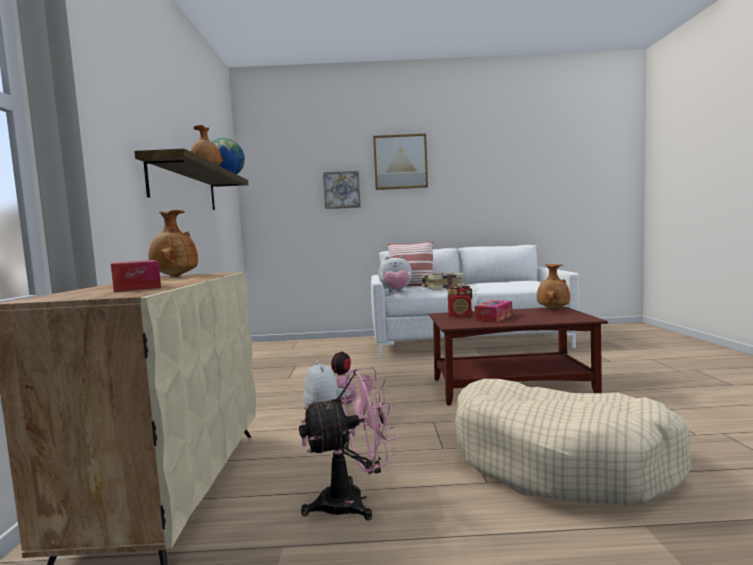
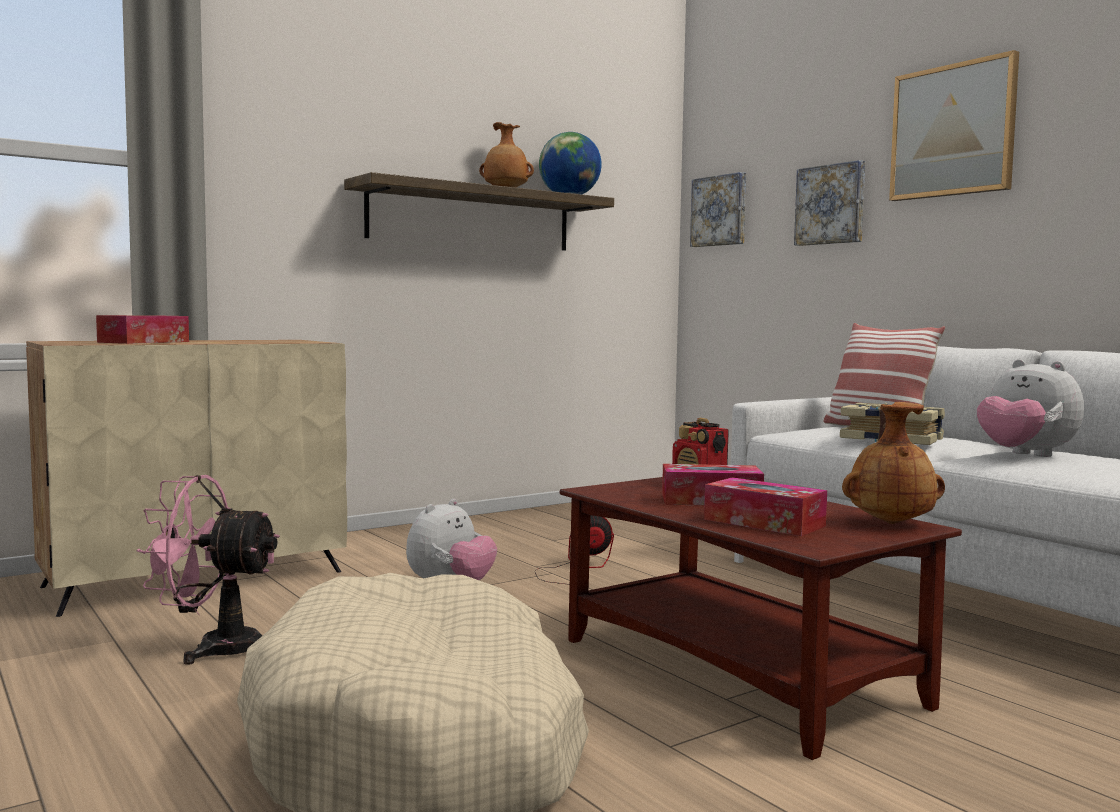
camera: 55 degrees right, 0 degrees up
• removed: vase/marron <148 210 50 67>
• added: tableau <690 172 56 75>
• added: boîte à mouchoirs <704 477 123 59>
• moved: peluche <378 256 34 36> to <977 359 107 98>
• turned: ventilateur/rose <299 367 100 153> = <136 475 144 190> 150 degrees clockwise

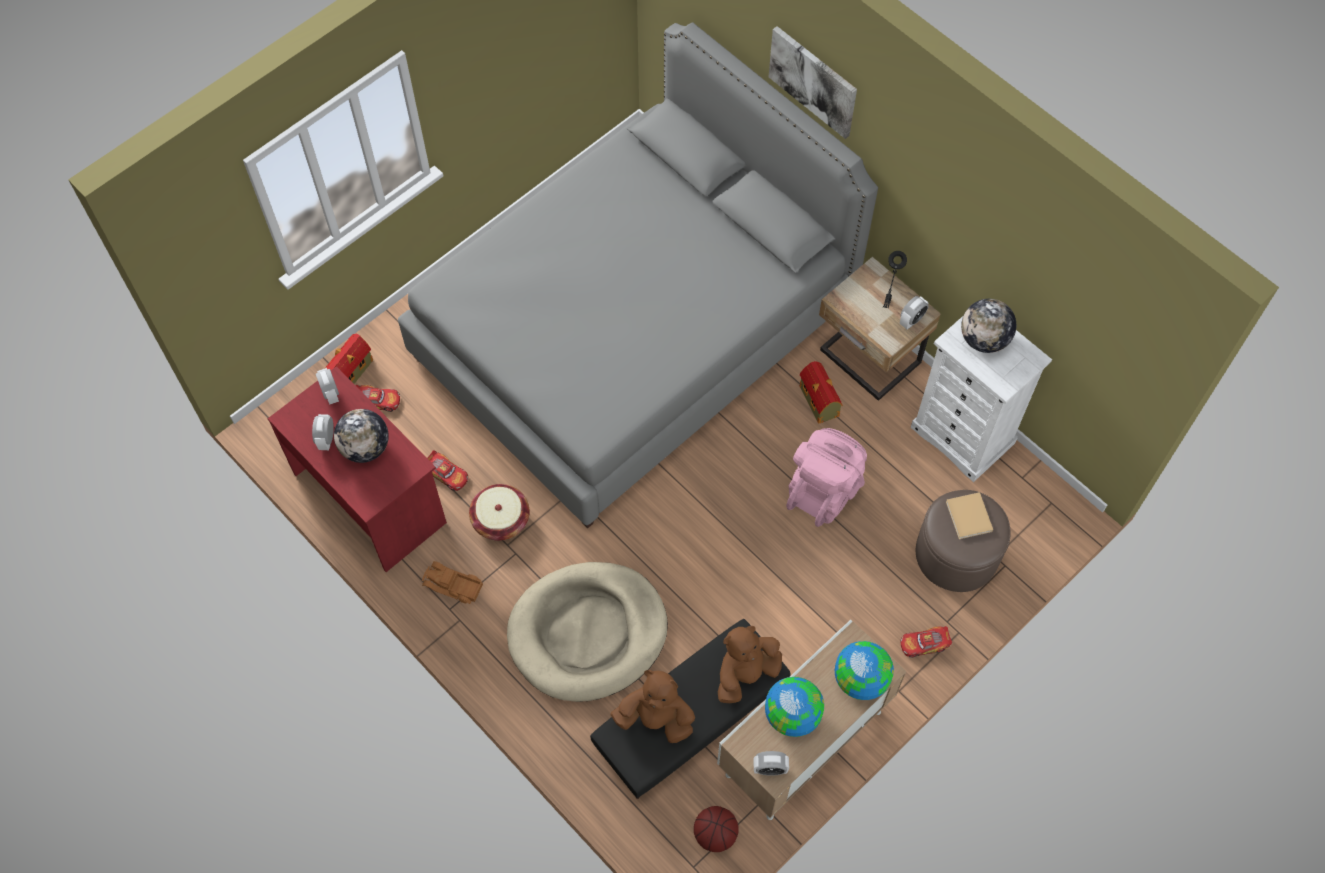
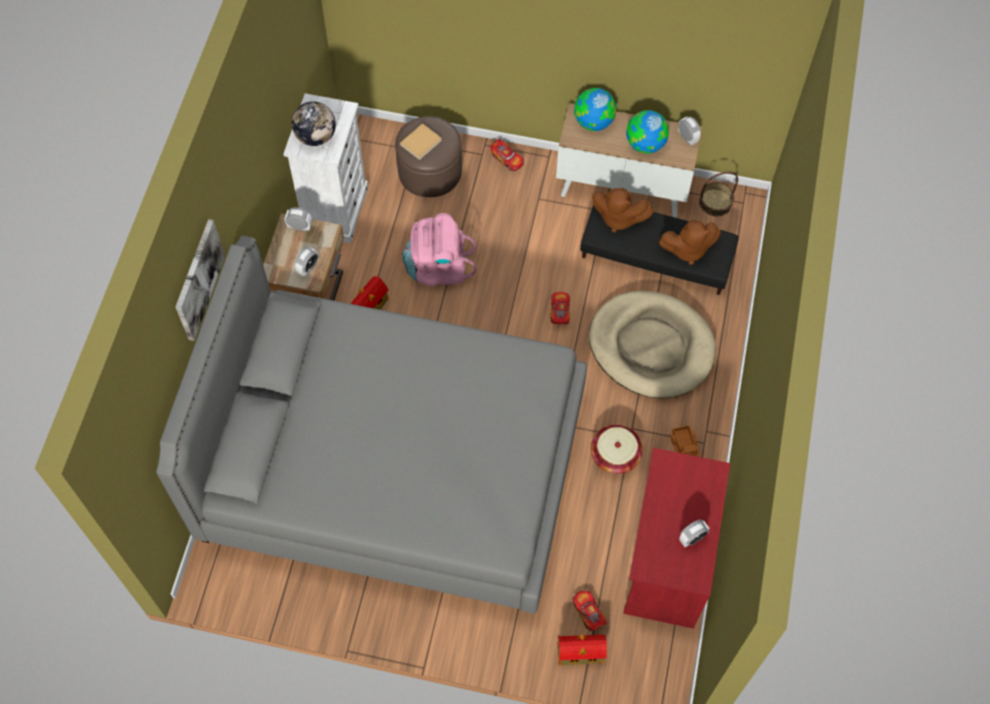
camera: 125 degrees left, 0 degrees up
• removed: globe <334 409 55 54>
• removed: lampe de table/noir <883 251 24 57>
• moved: réveil <316 368 23 36> to <295 247 23 30>
• moved: petite voiture <427 450 41 41> to <550 292 20 32>
• replaced: ballon de basket <694 806 45 46> to panier <699 172 39 44>
• turned: peluche/marron <610 670 85 73> = <658 220 63 45> 75 degrees counterclockwise

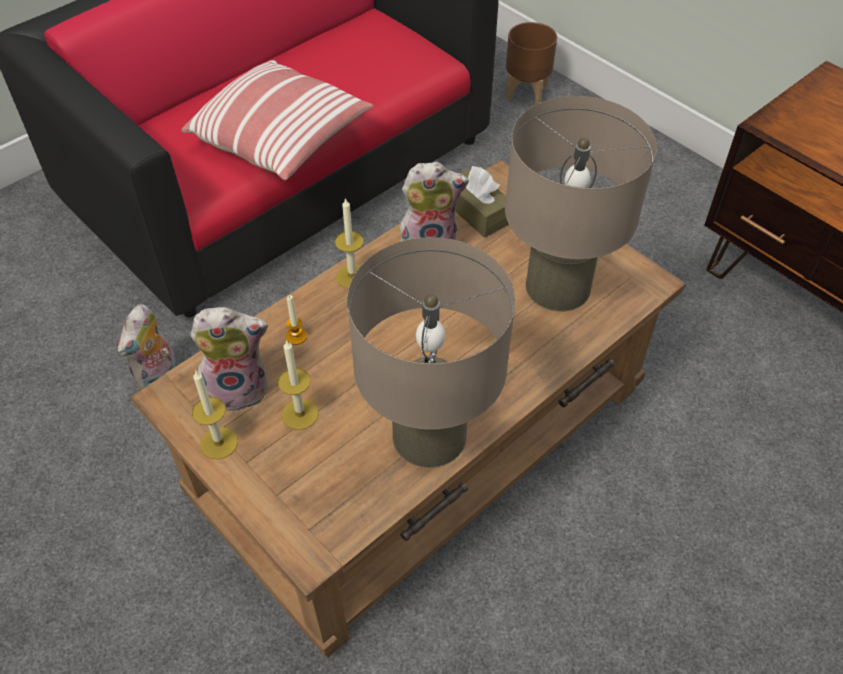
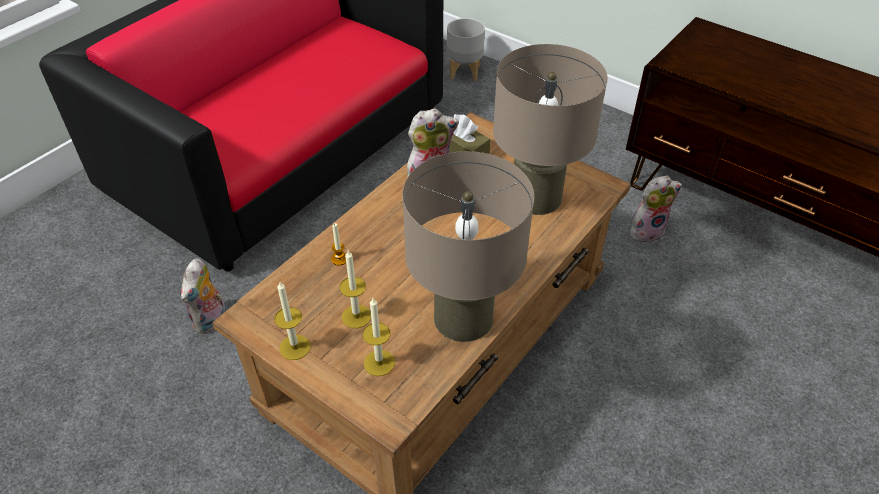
camera: 10 degrees left, 5 degrees down
• removed: coussin <181 60 193 120>
• moved: peluche <190 307 78 106> to <630 176 52 66>
• moved: bougie <335 197 29 91> to <363 298 32 78>
• recoloured: cache-pot/marron <506 22 51 82> to cache-pot/gris <447 18 38 63>

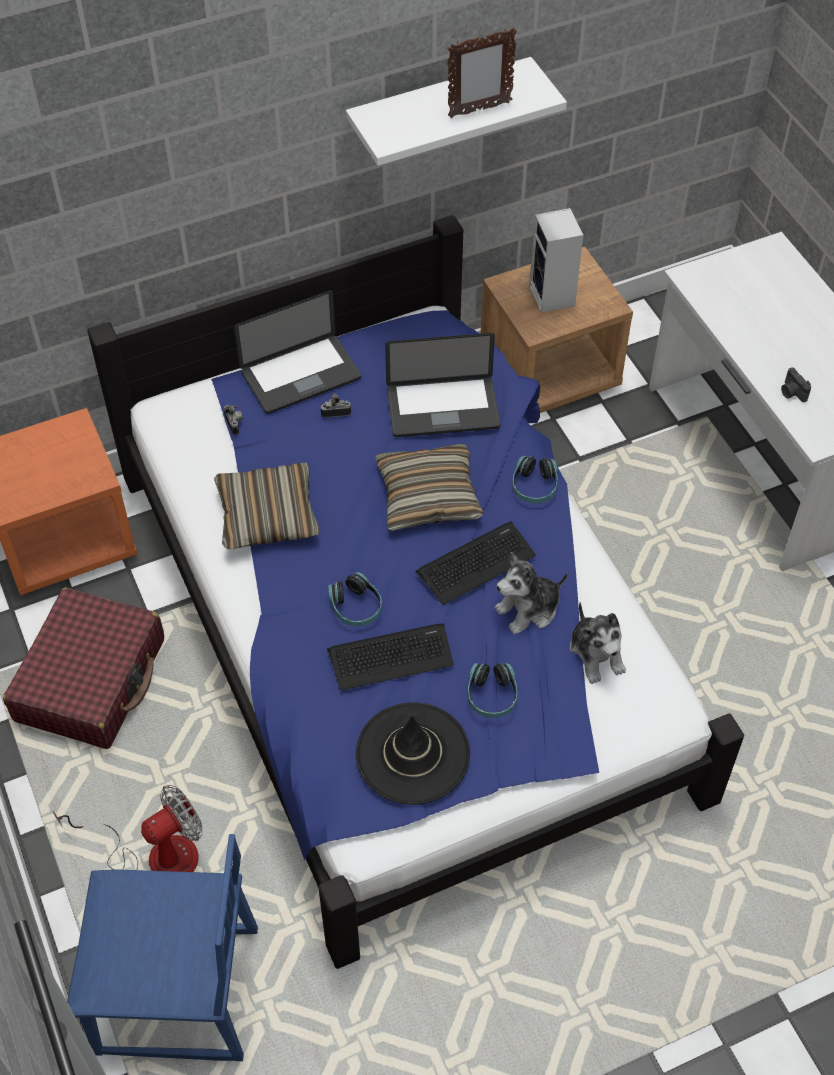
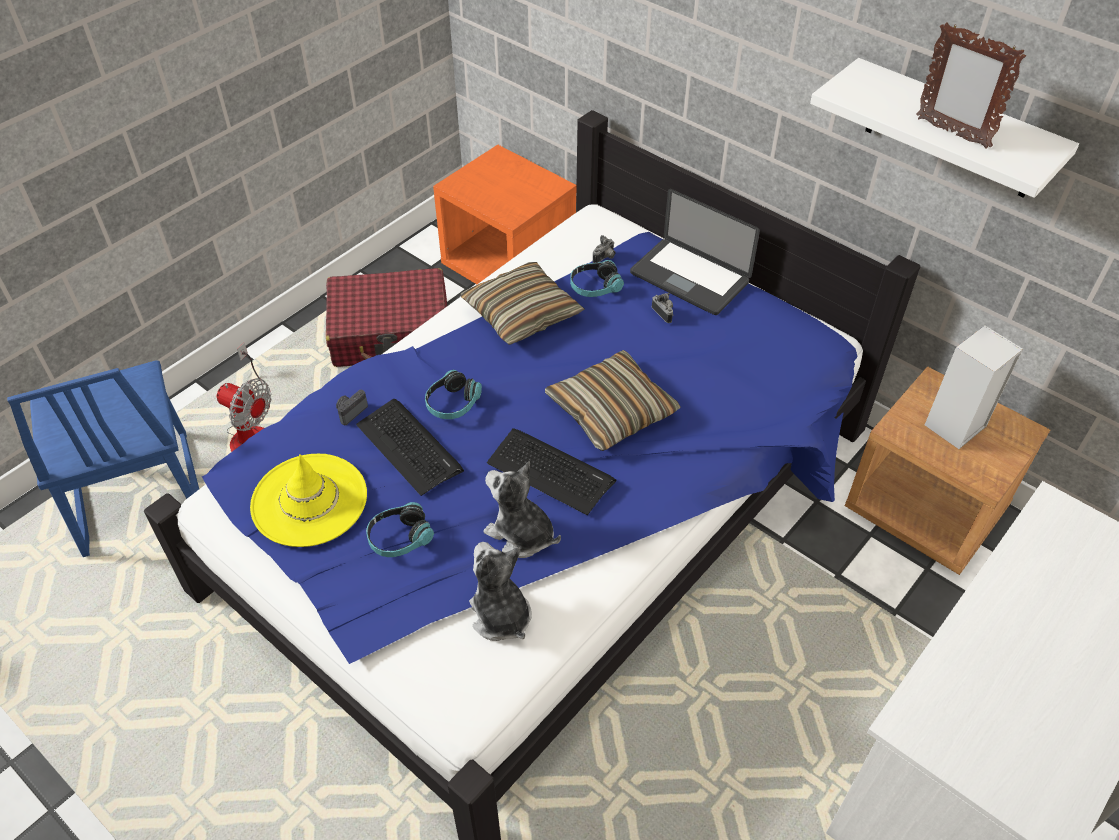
camera: 65 degrees right, 5 degrees down
• removed: ordinateur portable <385 333 115 104>
• moved: casque audio <512 456 46 47> to <570 260 54 37>
• moved: appareil photo <781 367 30 35> to <336 390 32 35>
• recoloured: chapeau/noir <356 702 114 103> to chapeau/jaune <250 454 117 93>
• turned: peluche <570 602 56 82> = <469 542 63 99> 105 degrees clockwise

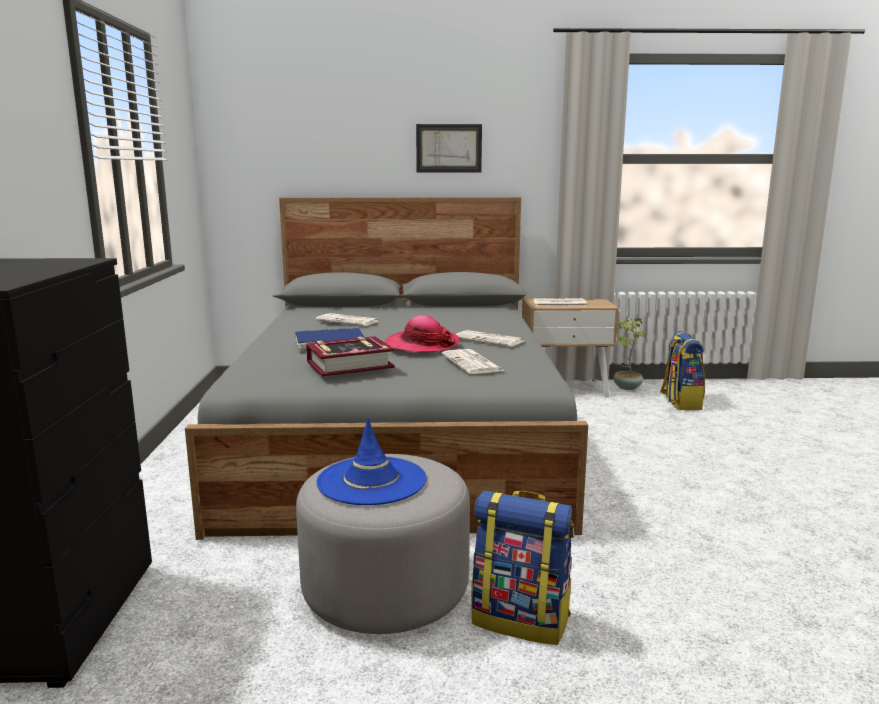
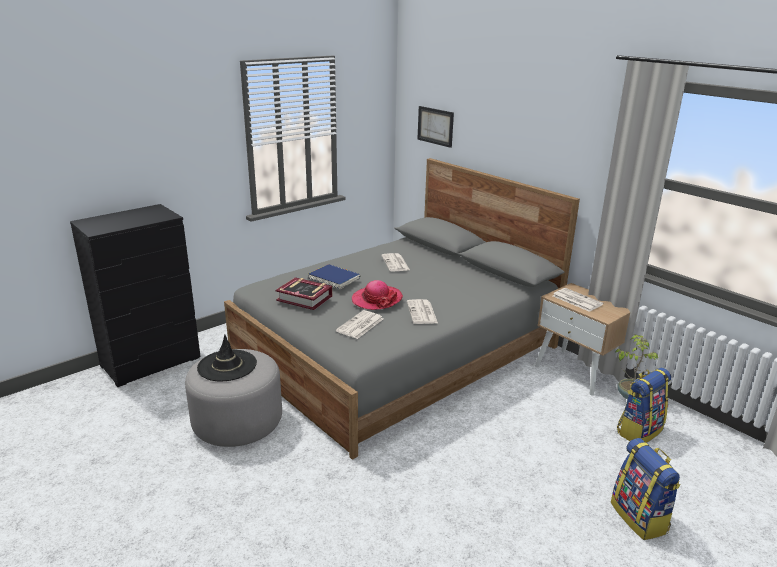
camera: 50 degrees right, 10 degrees up
• moved: tableau <416 124 66 48> to <417 106 37 42>
• moved: sac à dos <471 491 103 154> to <611 438 70 102>
• recoloured: chapeau/bleu <317 418 110 87> to chapeau/noir <197 334 60 47>

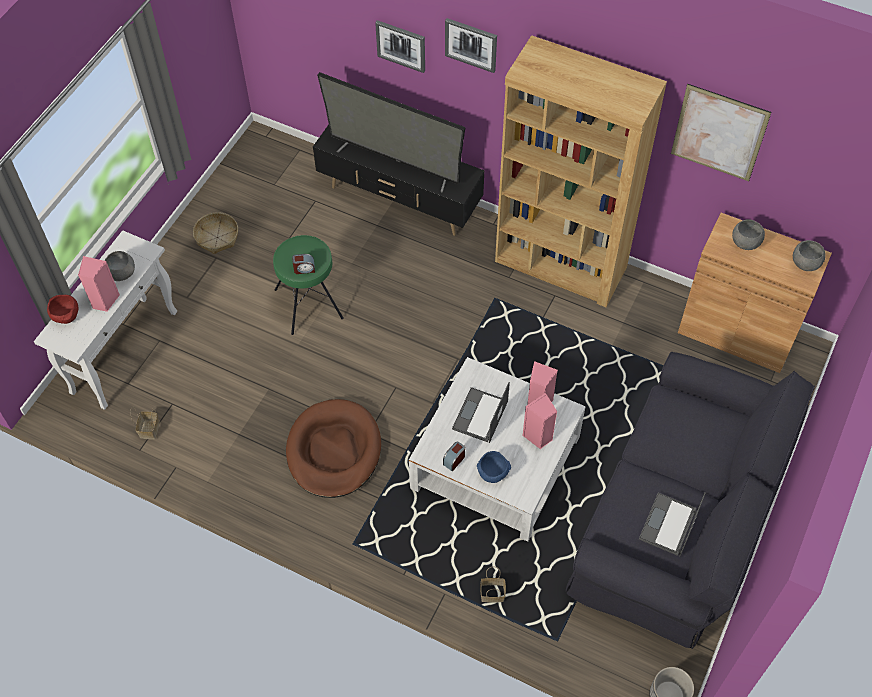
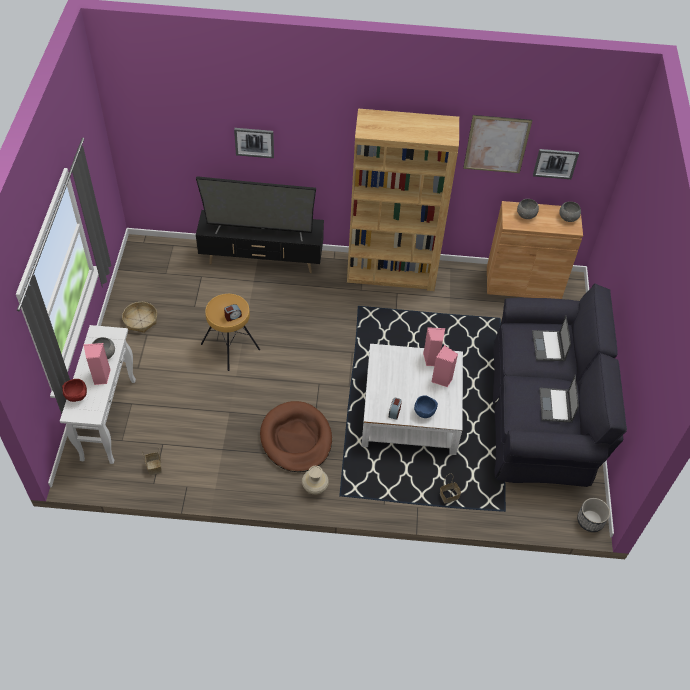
camera: 25 degrees left, 5 degrees down
• added: vase/beige <302 466 27 29>
• moved: tableau <445 18 52 55> to <533 149 46 30>
• moved: ordinateur portable <452 382 58 61> to <532 315 39 46>
• recoloured: tabouret/vert <273 235 71 100> to tabouret/marron <201 294 59 77>

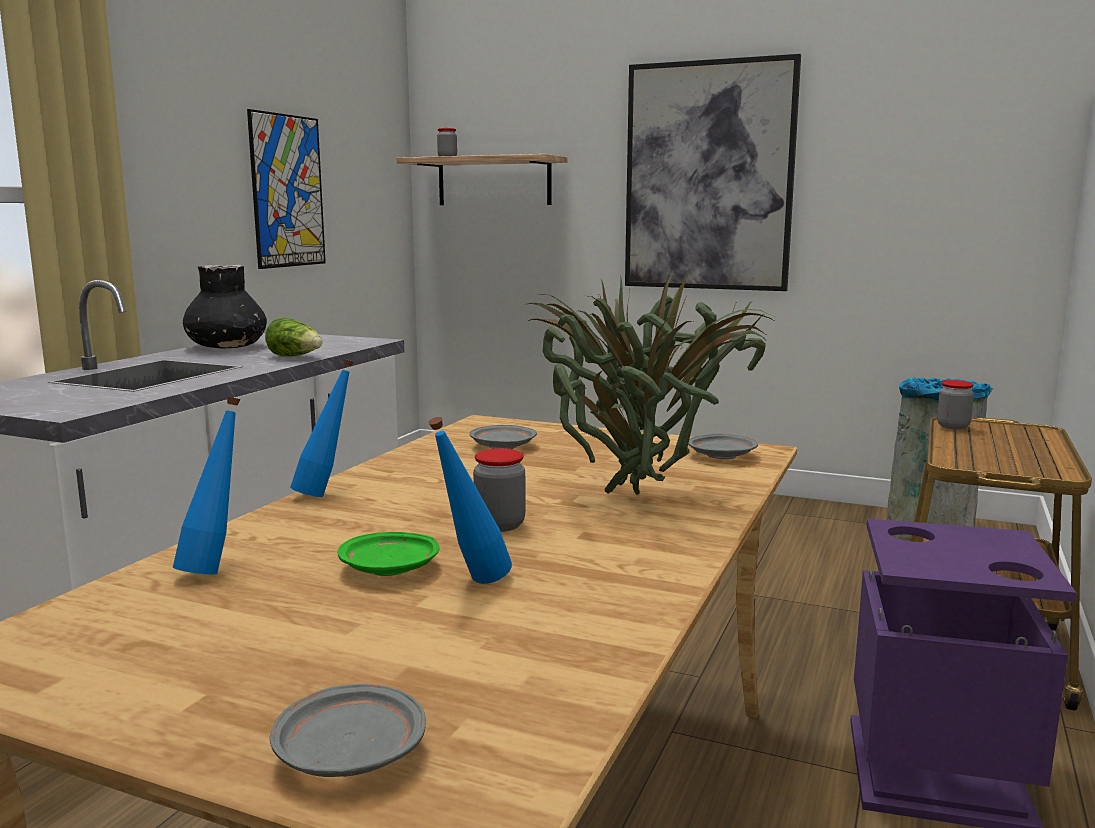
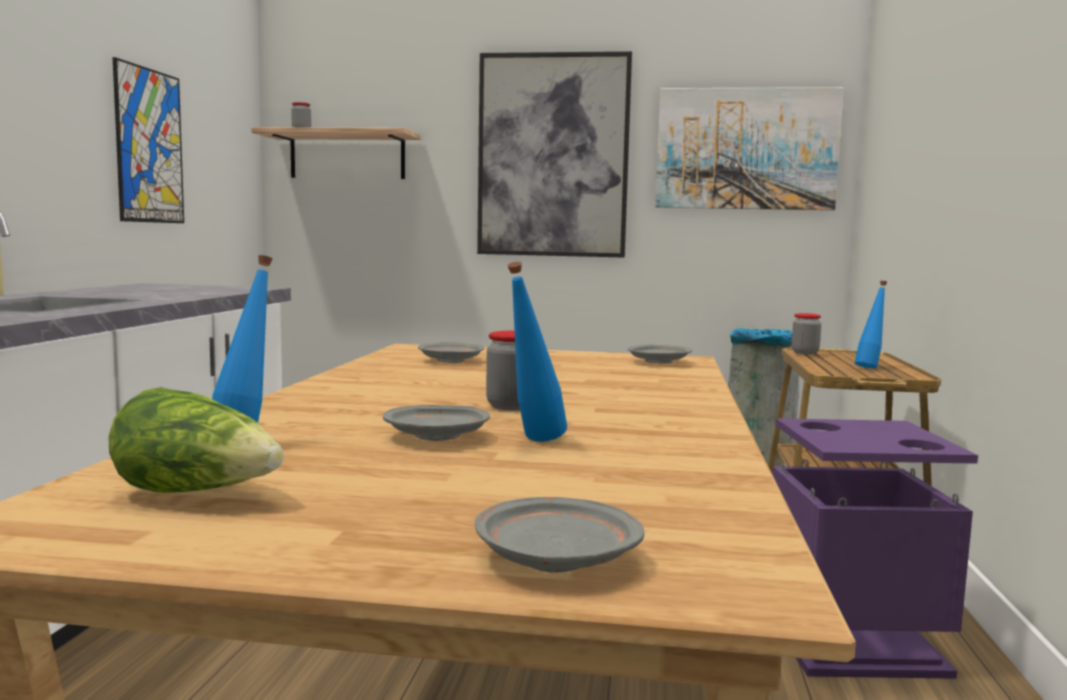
camera: 15 degrees left, 5 degrees down
• removed: vase/noir <183 265 84 83>
• removed: plante en pot <528 267 245 228>
• added: tableau <655 87 189 123>
• moved: laitue <265 318 57 39> to <108 387 176 106>
• moved: bouteille/bleu <290 359 64 138> to <855 281 32 87>
• recoloured: assiette/vert <337 532 103 44> to assiette/gris <383 405 107 36>

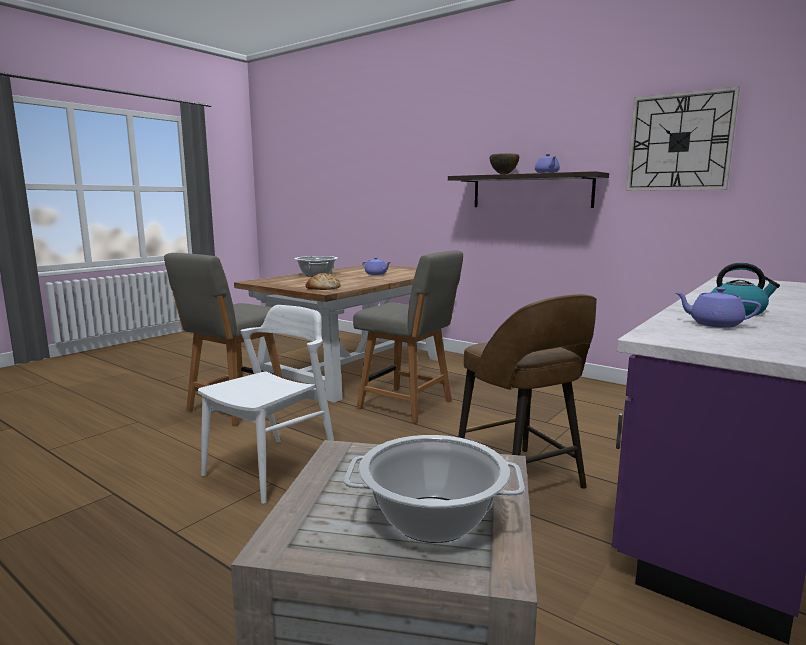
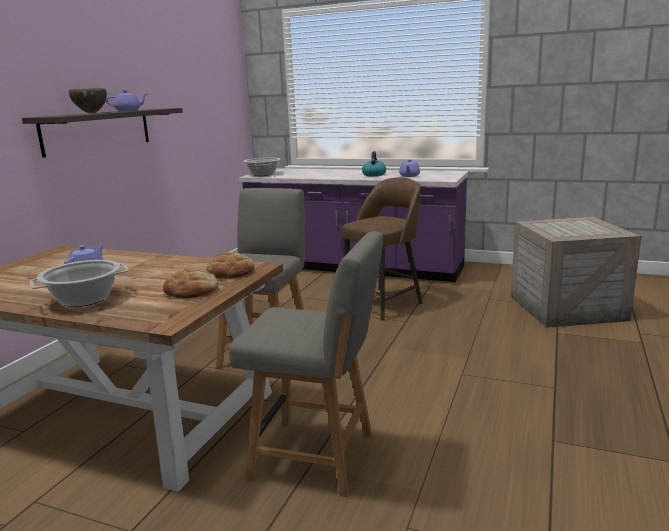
camera: 105 degrees left, 5 degrees up
• removed: chaise/blanc <198 305 136 199>
• removed: horloge murale <626 86 114 105>
• added: pain <163 268 56 30>
• moved: marmite <344 435 181 108> to <243 158 38 18>

